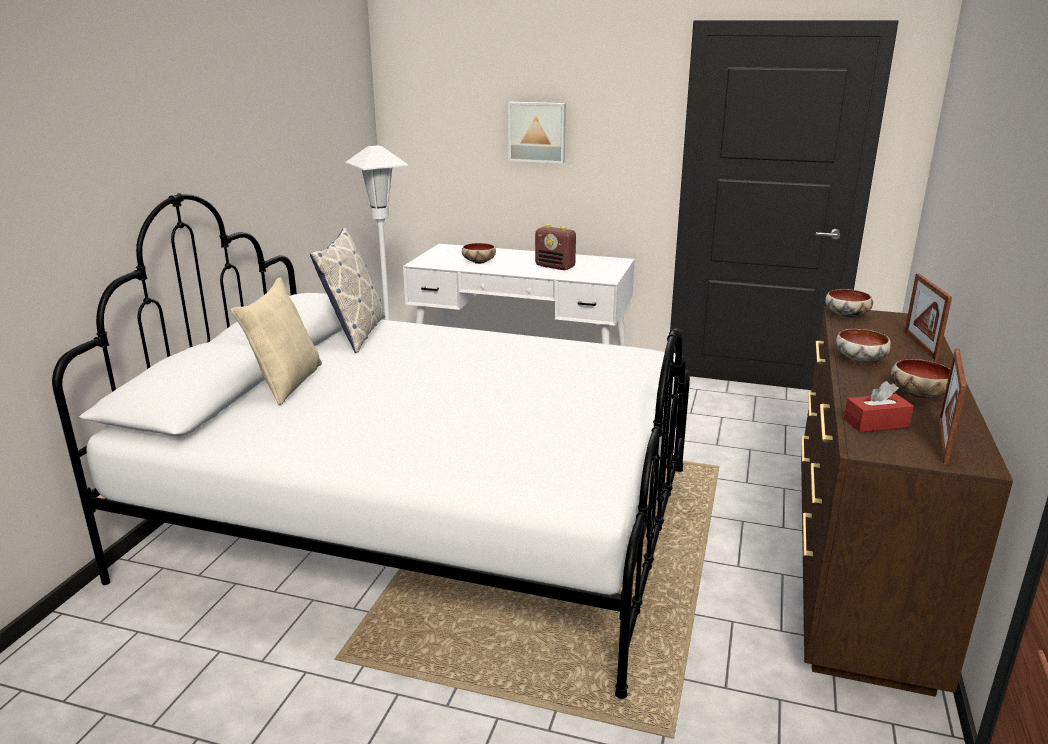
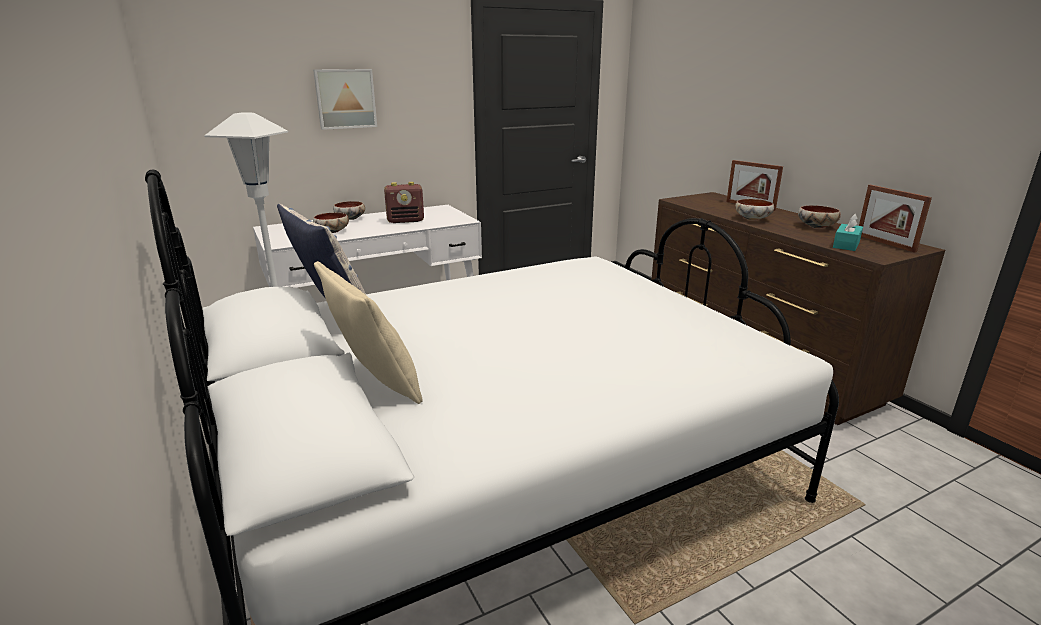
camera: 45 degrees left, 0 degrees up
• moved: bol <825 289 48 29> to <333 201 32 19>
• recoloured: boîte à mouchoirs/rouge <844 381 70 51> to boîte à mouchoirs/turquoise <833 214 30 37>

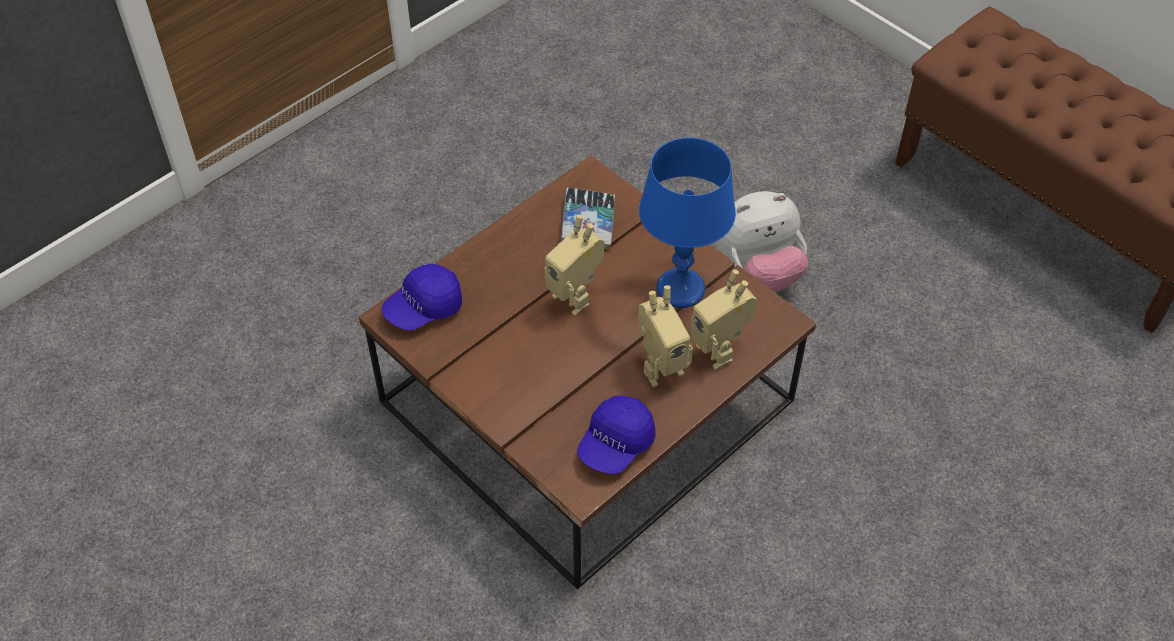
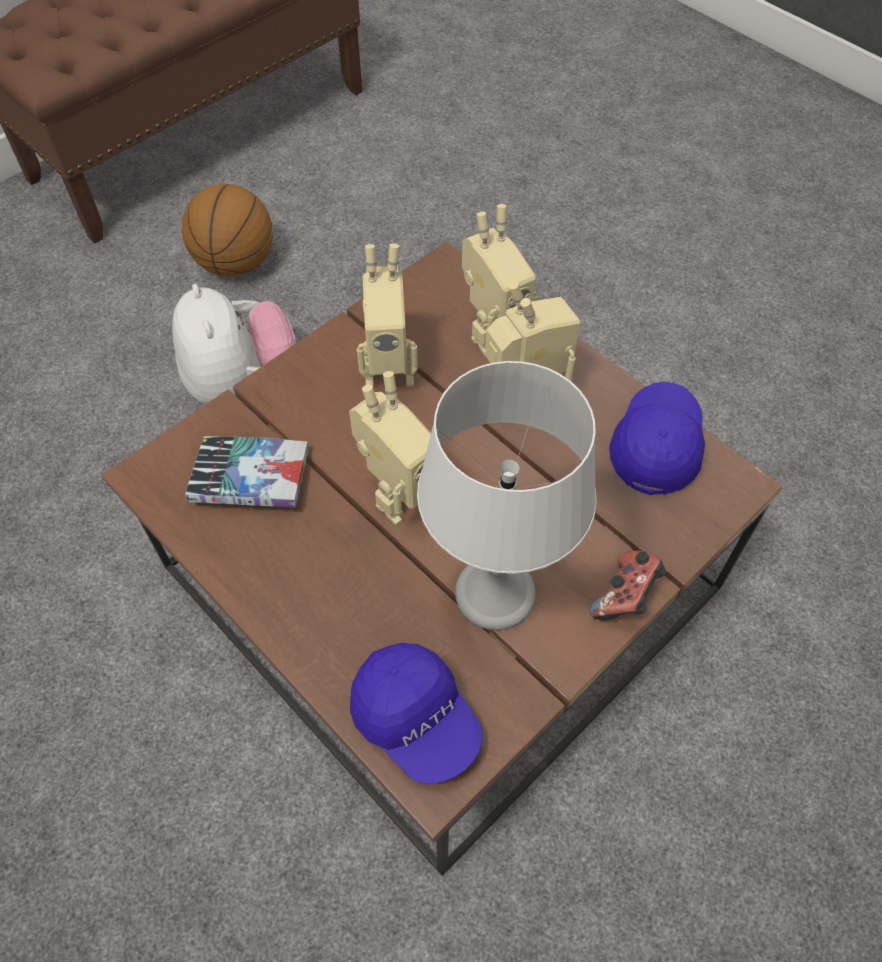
camera: 90 degrees left, 5 degrees up
• added: ballon de basket <182 184 91 93>
• added: lampe de table/gris <417 361 180 269>
• added: manette <590 551 76 69>
• replaced: lampe de table/bleu <639 138 97 170> to robot jouet <357 243 61 145>
• turned: casquette/bleu <577 395 79 79> = <609 382 96 113> 105 degrees counterclockwise

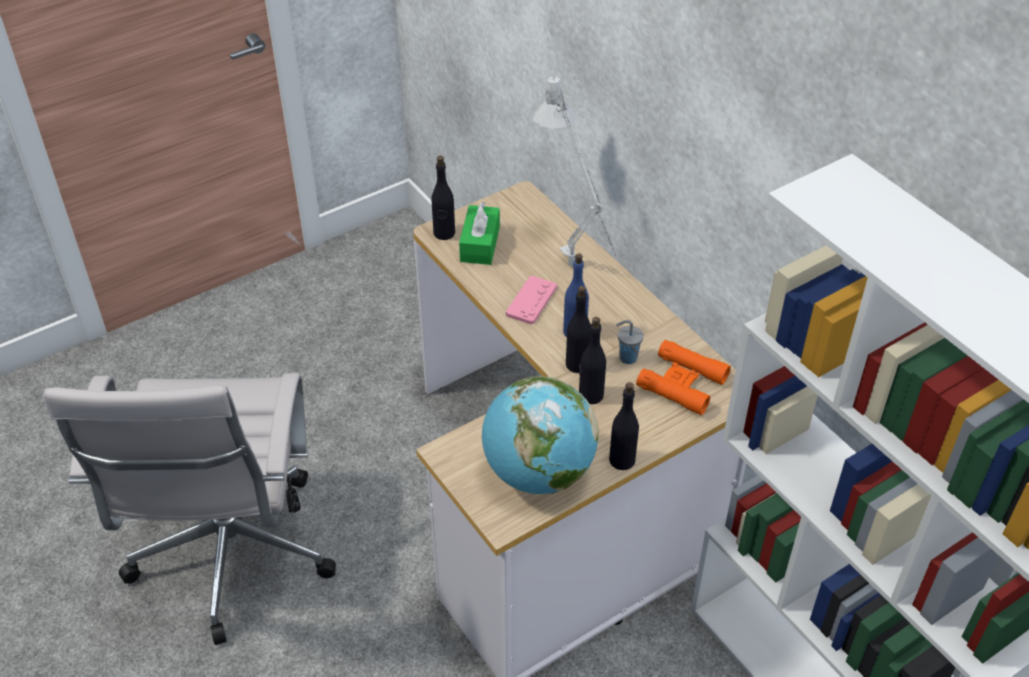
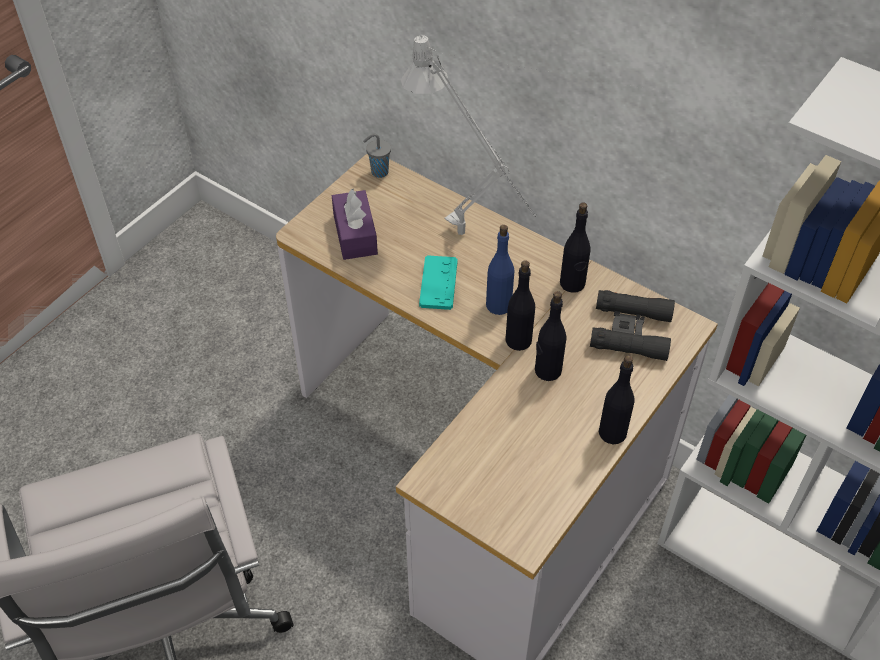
camera: 20 degrees left, 5 degrees up
• removed: globe <482 377 116 117>
• moved: bouteille/noir <431 156 24 84> to <560 202 31 91>
• moved: tasse/gris <616 320 28 44> to <363 133 28 45>
• recoloured: boîte à mouchoirs/vert <459 202 41 63> to boîte à mouchoirs/violet <332 189 46 71>
• recoloured: manette/rose <506 276 51 49> to manette/turquoise <419 255 39 55>
• recoloured: jumelles/orange <636 340 95 75> to jumelles/noir <590 290 85 71>

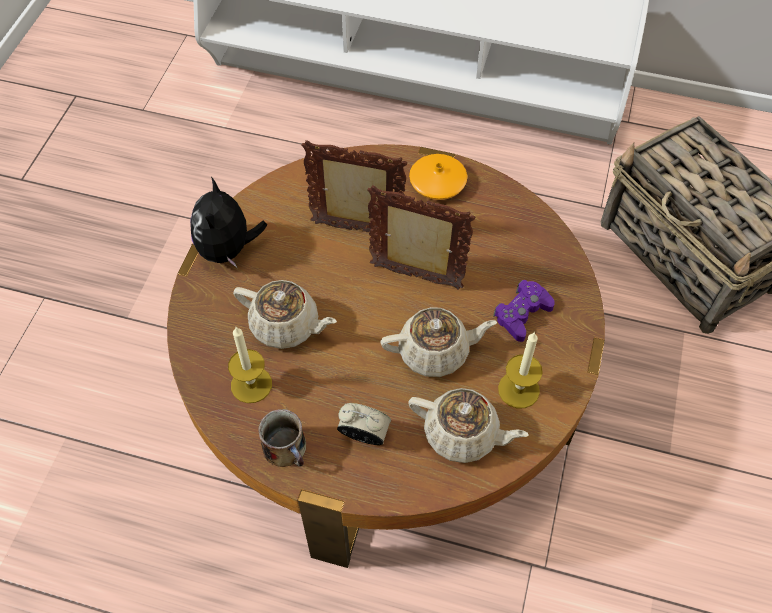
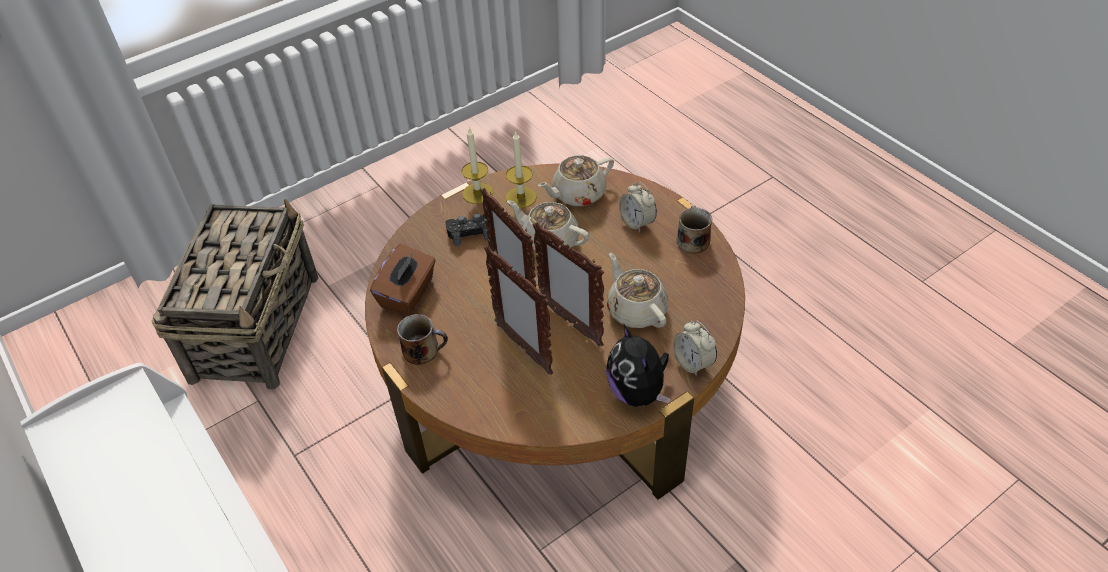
camera: 140 degrees left, 10 degrees down
• added: boîte à mouchoirs/marron <370 244 66 71>
• added: cadre photo <532 222 72 124>
• added: réveil <673 321 44 55>
• moved: bougie <228 327 44 76> to <461 128 32 76>
• replaced: vase/orange <409 154 58 46> to mug <397 314 51 51>
• recoloured: manette/violet <493 280 62 62> to manette/noir <445 214 43 32>
• turned: peluche <190 177 78 90> = <606 323 64 84> 120 degrees clockwise
• turned: théière/beige <408 388 121 75> = <538 155 76 51> 90 degrees counterclockwise

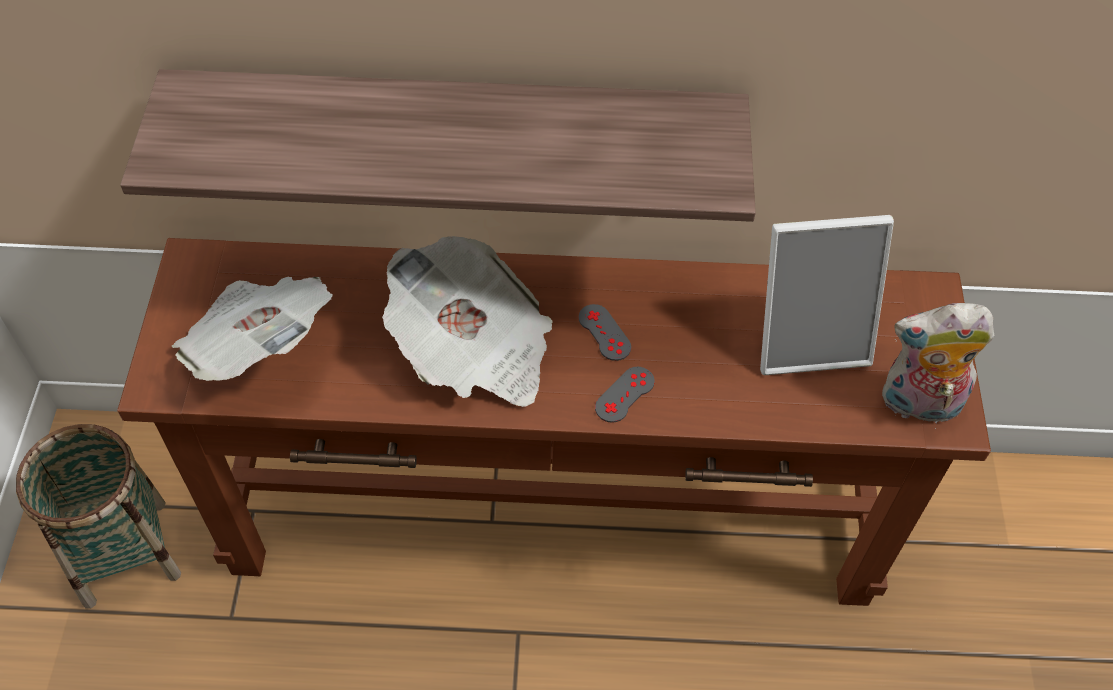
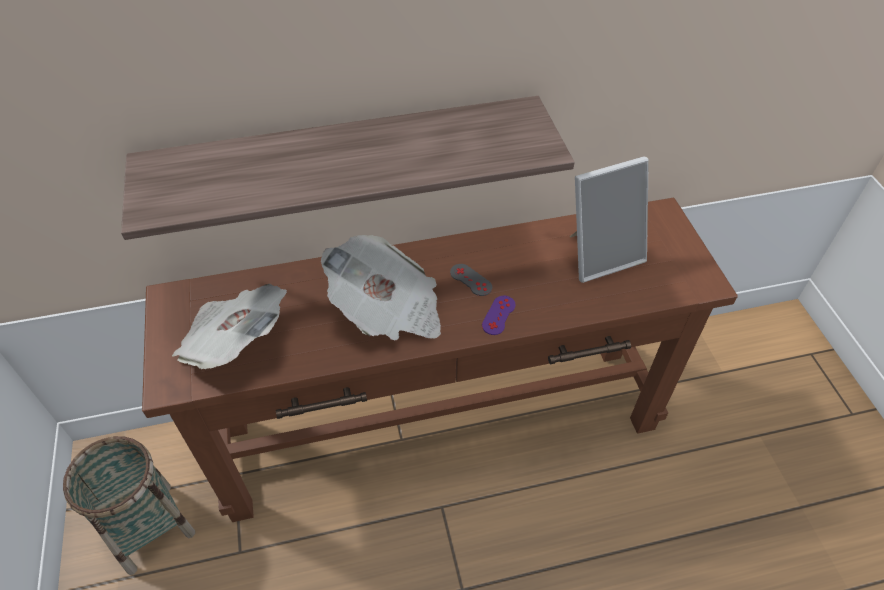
camera: 15 degrees left, 5 degrees down
• removed: peluche <882 303 113 126>
• recoloured: manette/gris <595 367 60 56> to manette/violet <482 296 34 39>

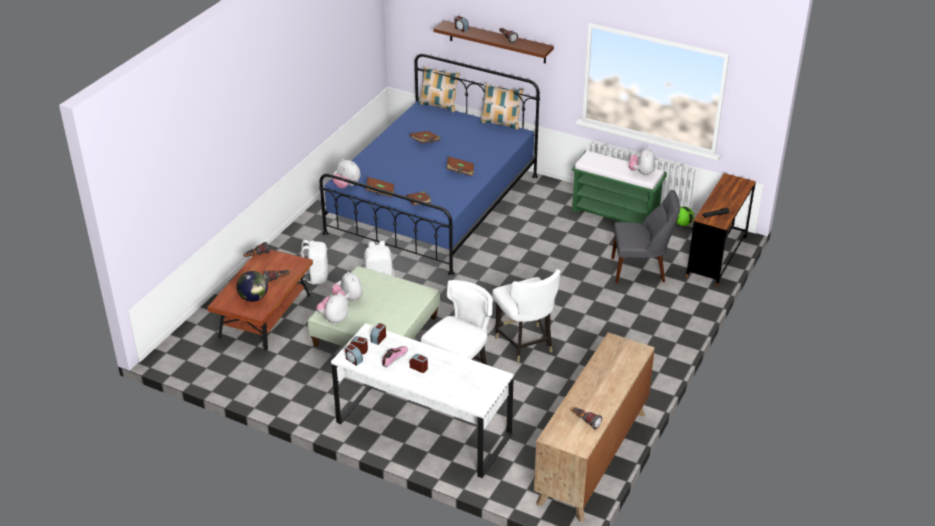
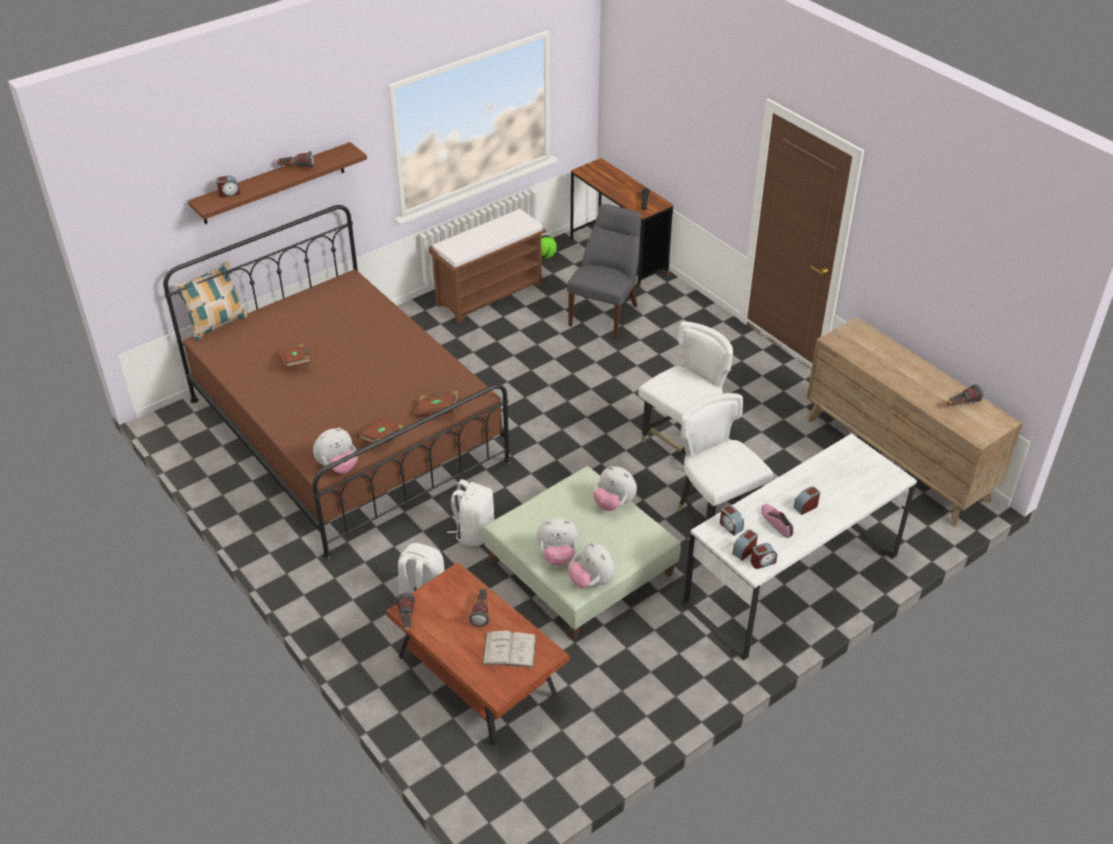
camera: 65 degrees left, 5 degrees up
• removed: livre/marron <446 156 28 20>
• removed: coussin <480 83 43 47>
• moved: peluche <629 147 26 29> to <593 466 44 45>
• replaced: globe <237 271 31 31> to livre/blanc <482 630 55 38>
• recoloured: lit/bleu <319 54 221 222> to lit/marron <163 205 349 354>
• recoloured: banc/vert <572 151 95 73> to banc/marron <429 209 117 114>
• turned: chaise/blanc <492 269 68 93> = <638 322 95 134> 45 degrees counterclockwise

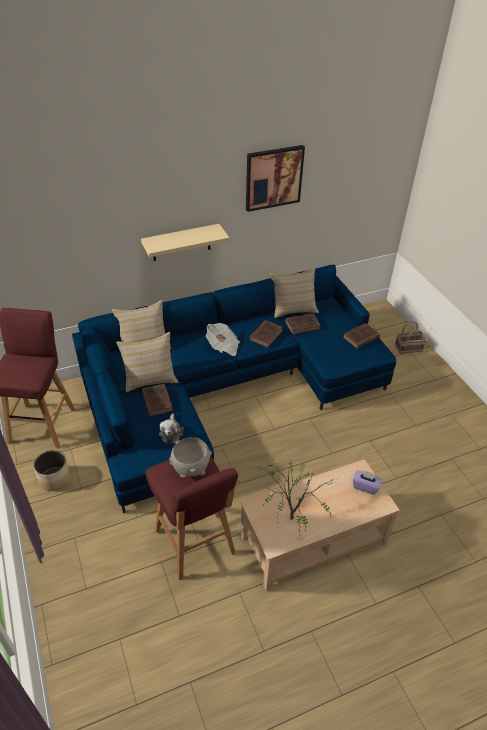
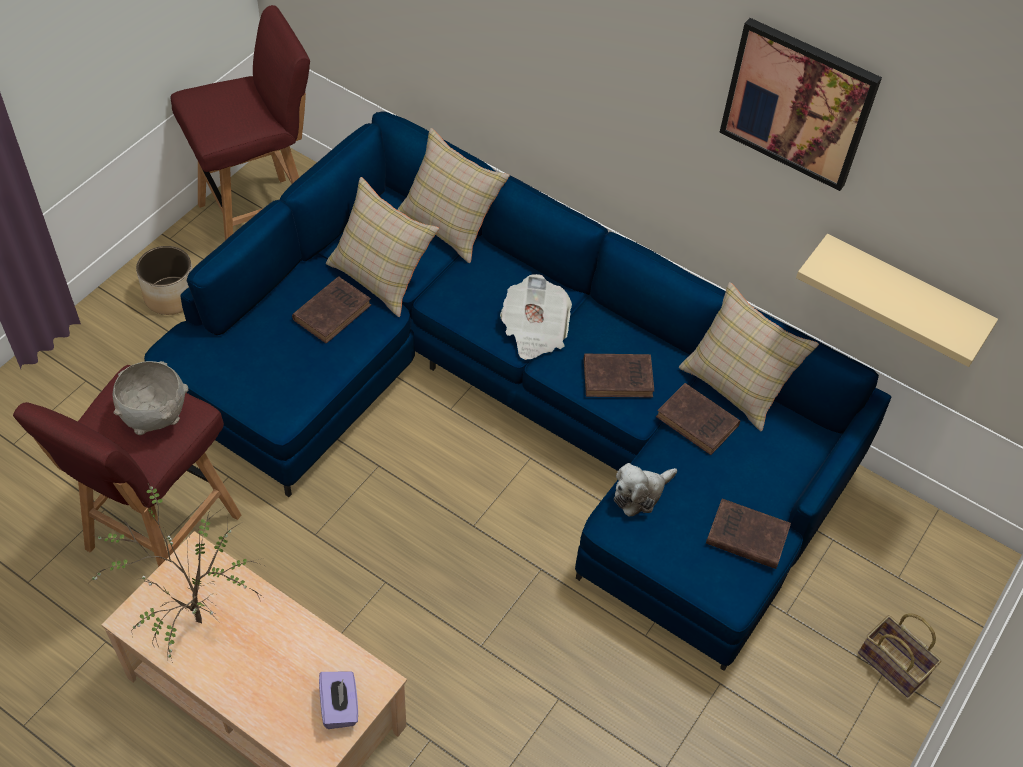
camera: 55 degrees right, 10 degrees up
• moved: étagère/beige <141 224 88 37> to <796 234 202 133>
• moved: peluche <159 413 25 31> to <614 463 63 54>

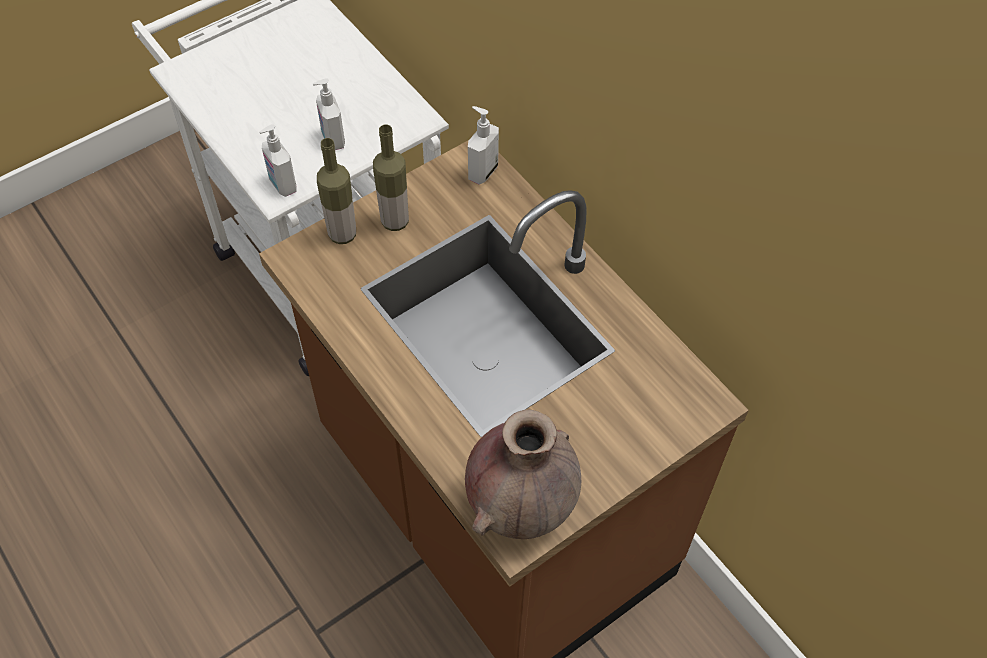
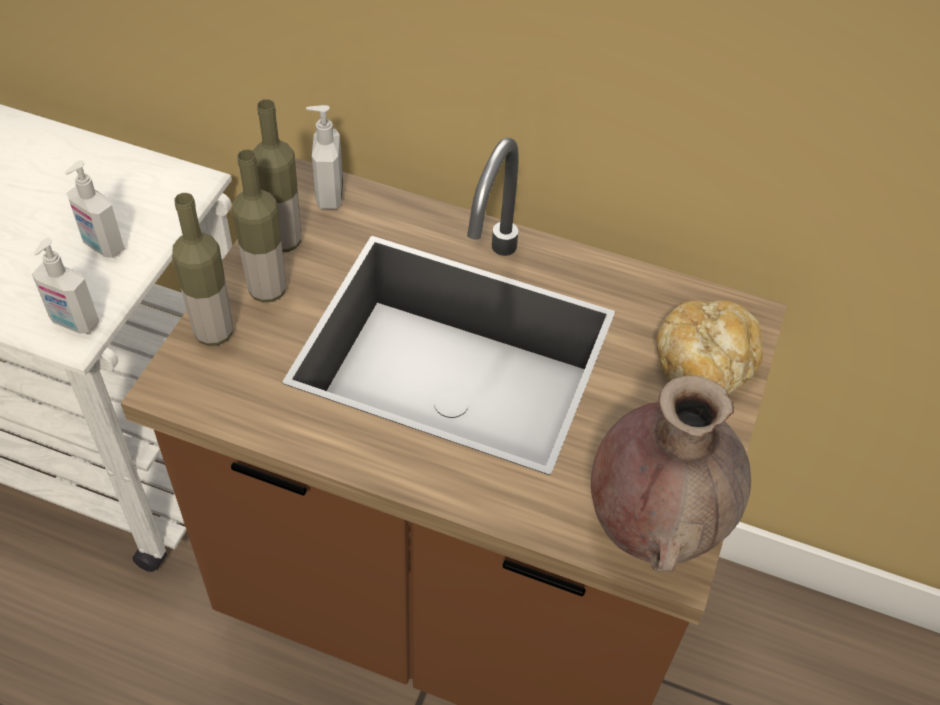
camera: 35 degrees left, 5 degrees down
• added: bouteille <253 99 48 153>
• added: pain <657 300 106 94>

